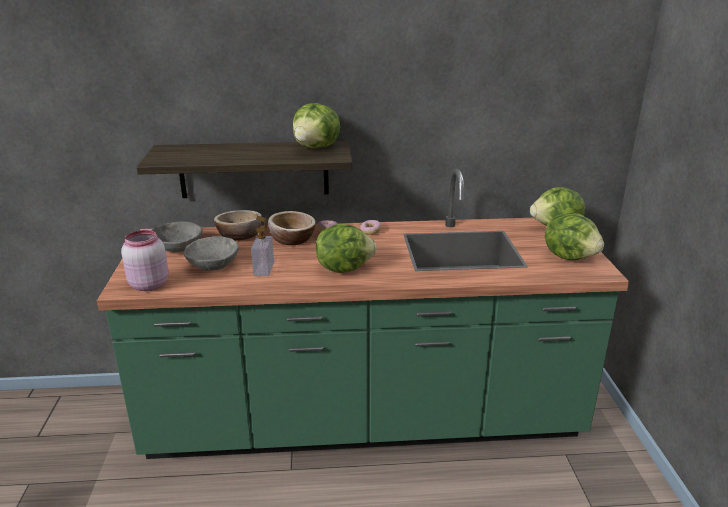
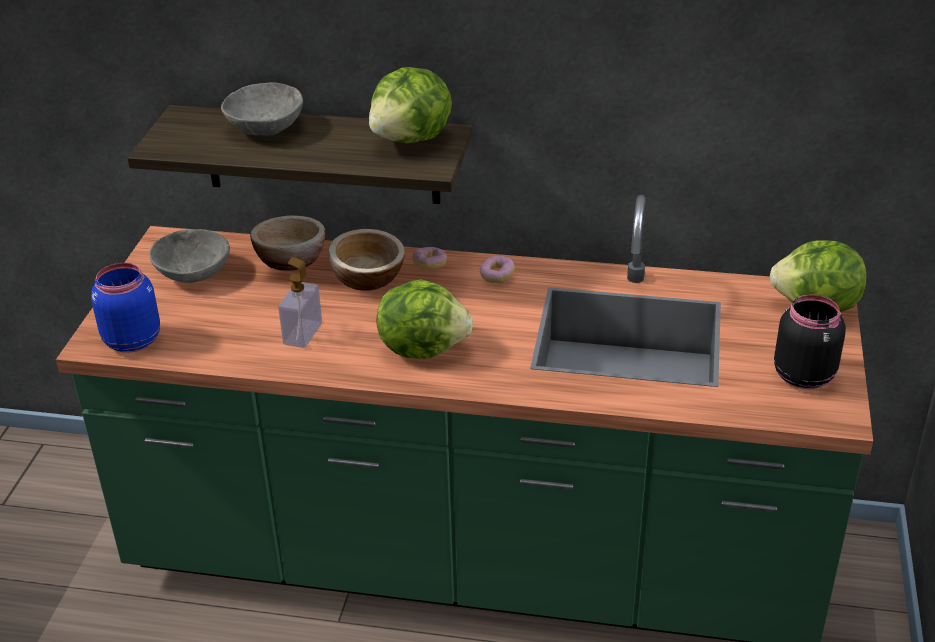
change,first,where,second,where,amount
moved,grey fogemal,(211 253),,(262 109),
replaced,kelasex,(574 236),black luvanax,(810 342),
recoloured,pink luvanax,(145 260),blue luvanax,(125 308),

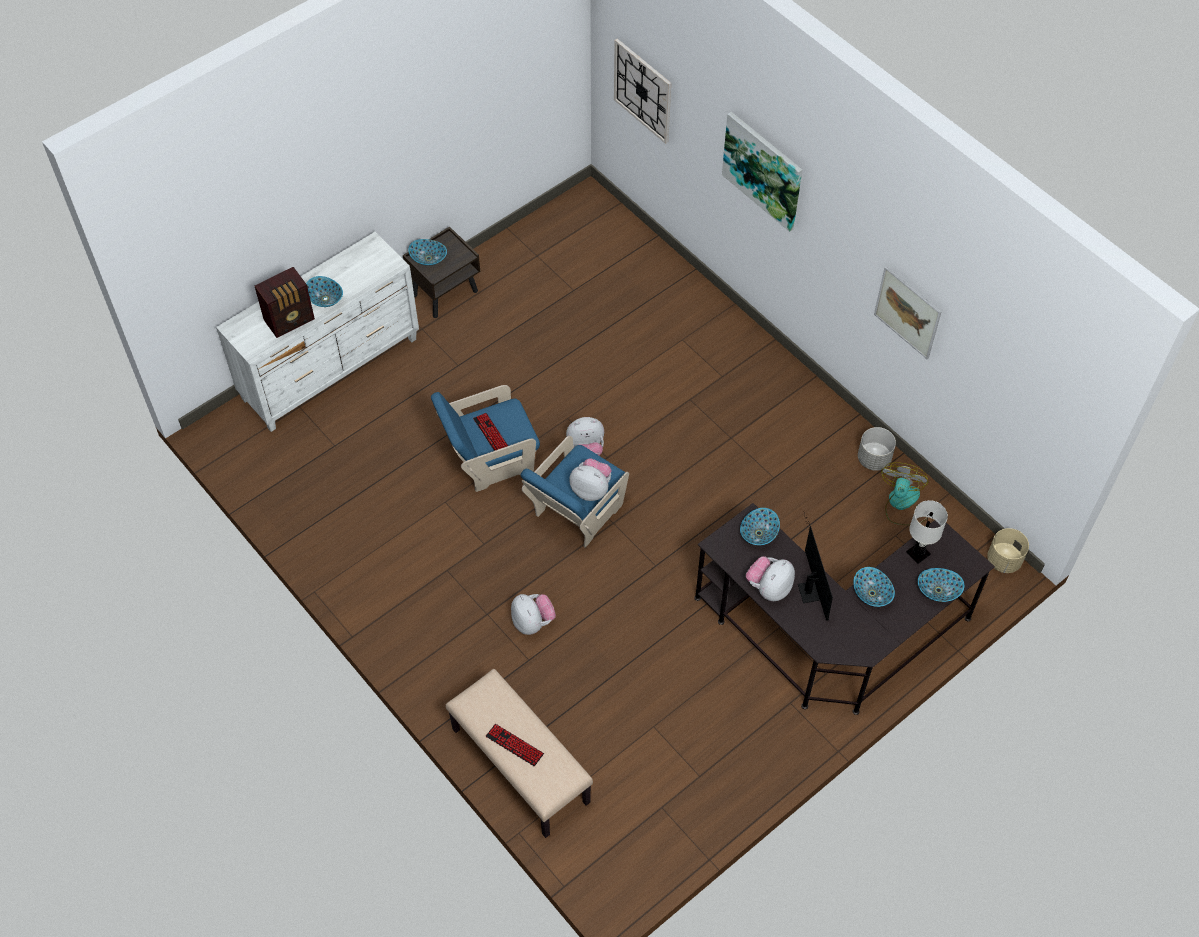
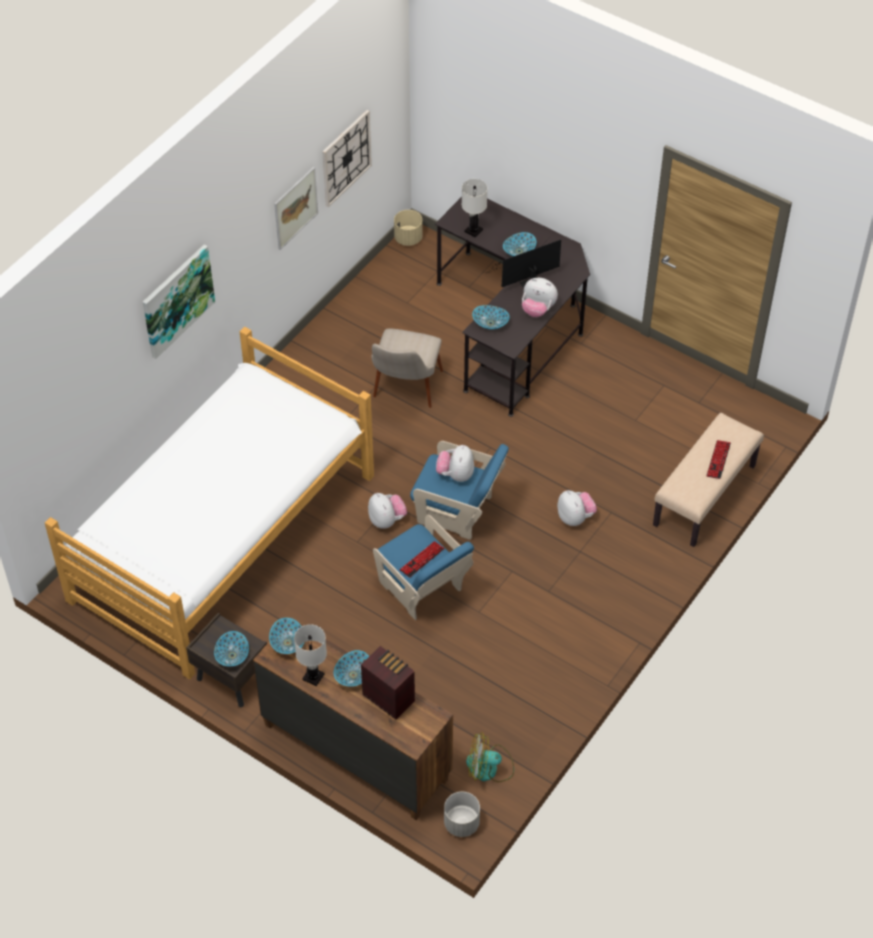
change,first,where,second,where,amount
added,,,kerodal,(209 503),
added,,,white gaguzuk,(310 655),
added,,,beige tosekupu,(407 368),
moved,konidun,(642 91),,(347 159),
moved,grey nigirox,(877 449),,(462 814),
moved,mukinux,(905 493),,(490 757),
moved,fogemal,(941 585),,(286 636),
recoloured,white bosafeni,(317 332),brown bosafeni,(353 718),
turned,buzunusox,(533 614),,(577 508),105 degrees clockwise

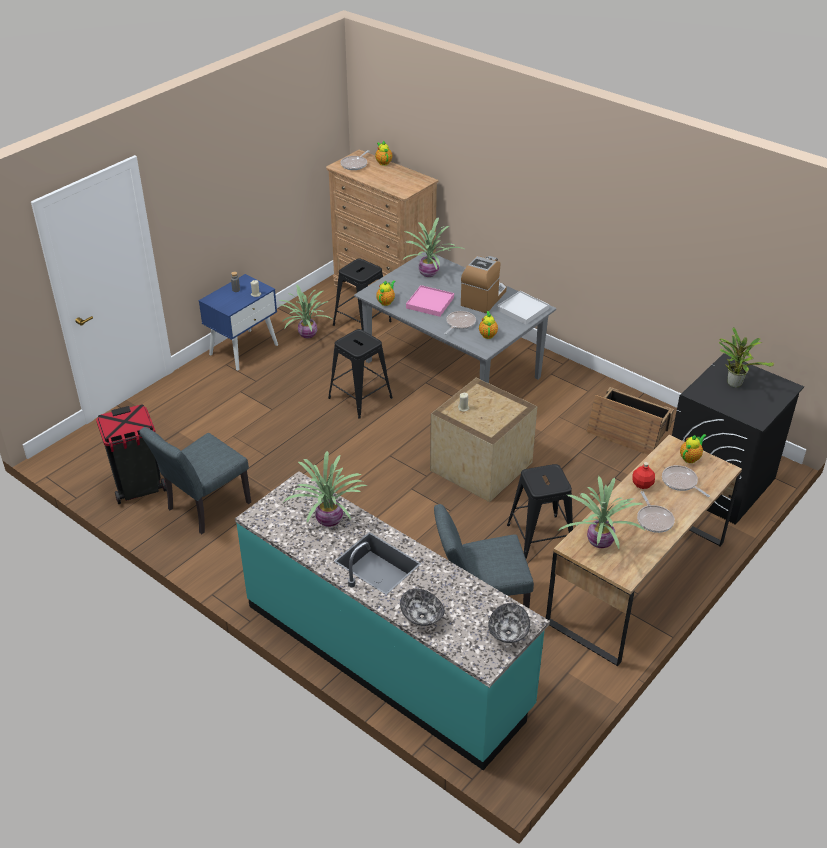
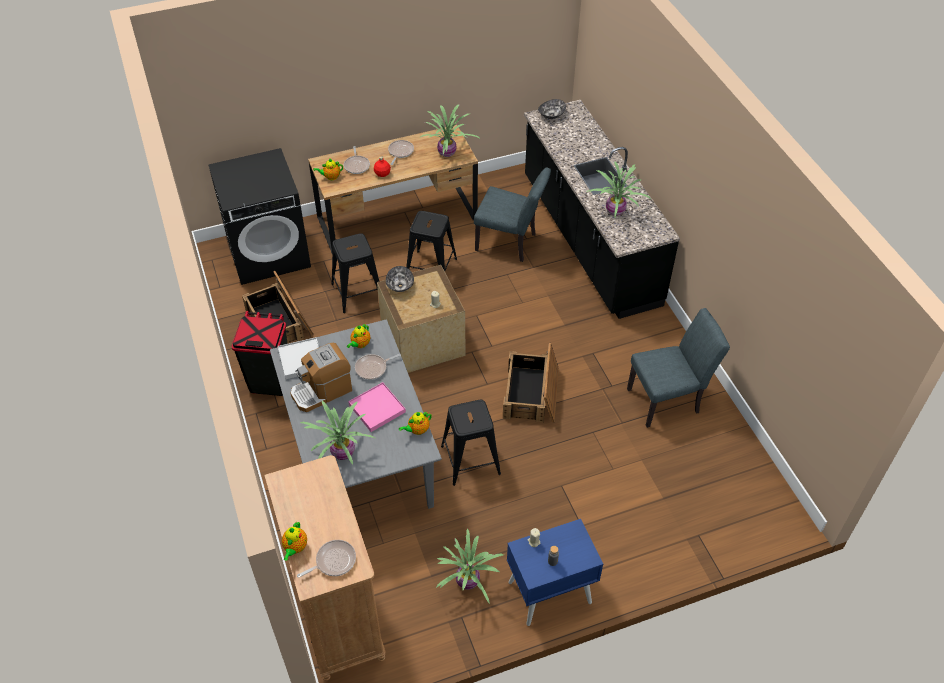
change,first,where,second,where,amount
removed,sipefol,(746 357),,,
added,,,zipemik,(531 383),
moved,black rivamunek,(131 454),,(260 353),
moved,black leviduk,(362 294),,(355 273),
moved,fogemal,(422 607),,(400 279),
recoloured,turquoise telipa,(392 620),black telipa,(602 209),

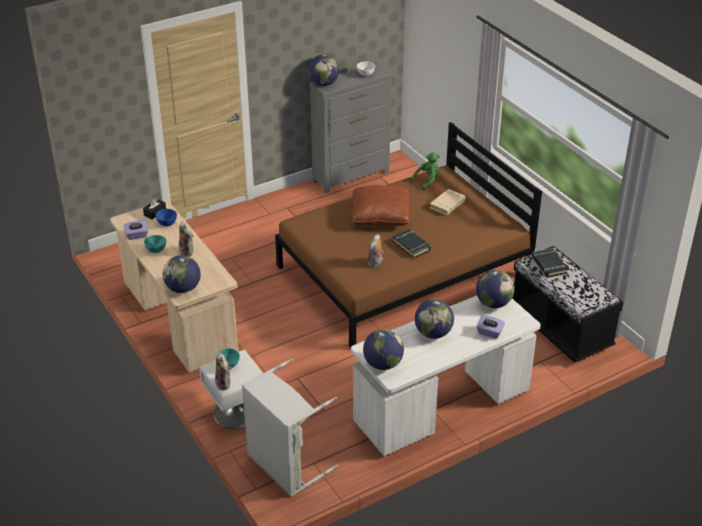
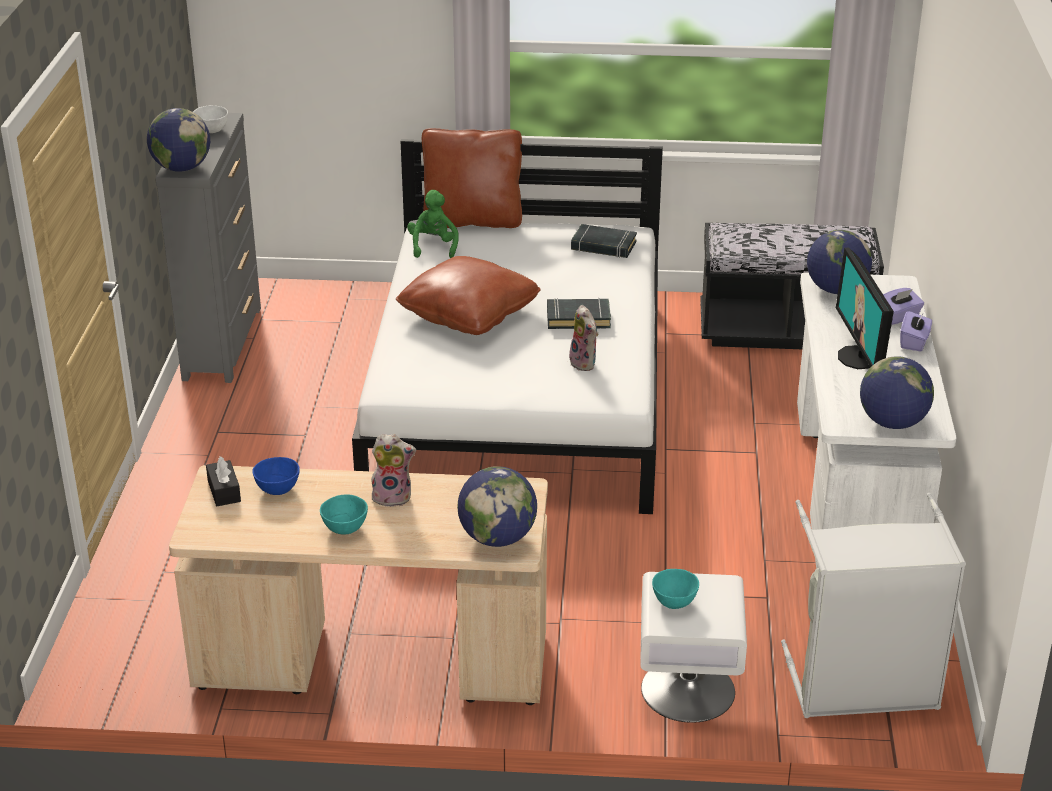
change,first,where,second,where,amount
removed,buzunusox,(223 371),,,
removed,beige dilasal,(447 202),,,
added,,,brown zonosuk,(472 178),
moved,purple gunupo,(136 230),,(916 331),
moved,black dilasal,(550 263),,(604 241),
replaced,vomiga,(434 319),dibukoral,(865 308),
recoloured,brown kerodal,(408 235),white kerodal,(507 326),

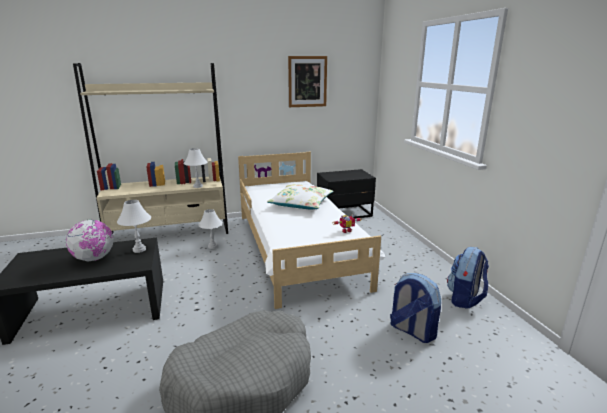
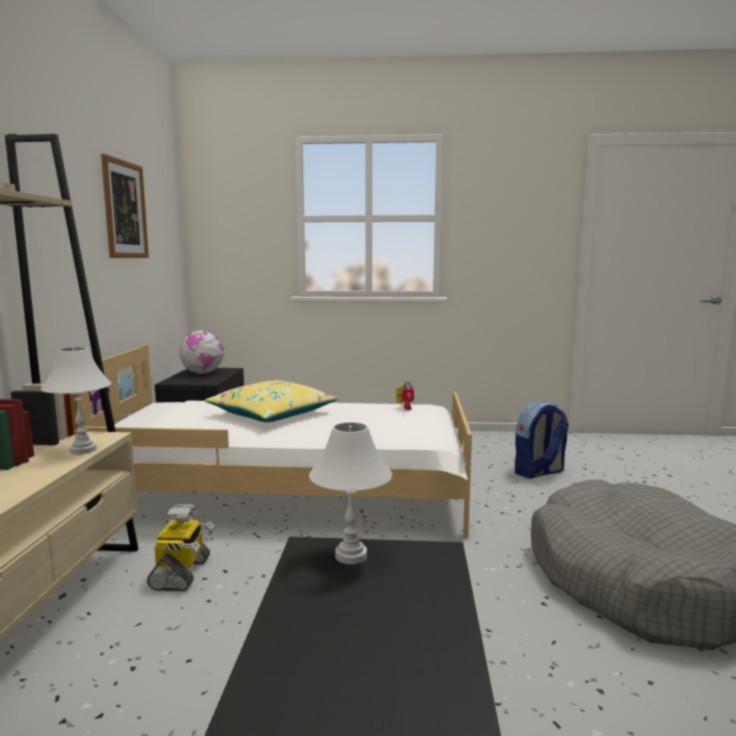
change,first,where,second,where,amount
removed,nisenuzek,(468 278),,,
moved,vomiga,(90 240),,(201 352),
replaced,white gaguzuk,(210 229),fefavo,(180 547),
recoloured,white zonosuk,(300 197),yellow zonosuk,(271 401),

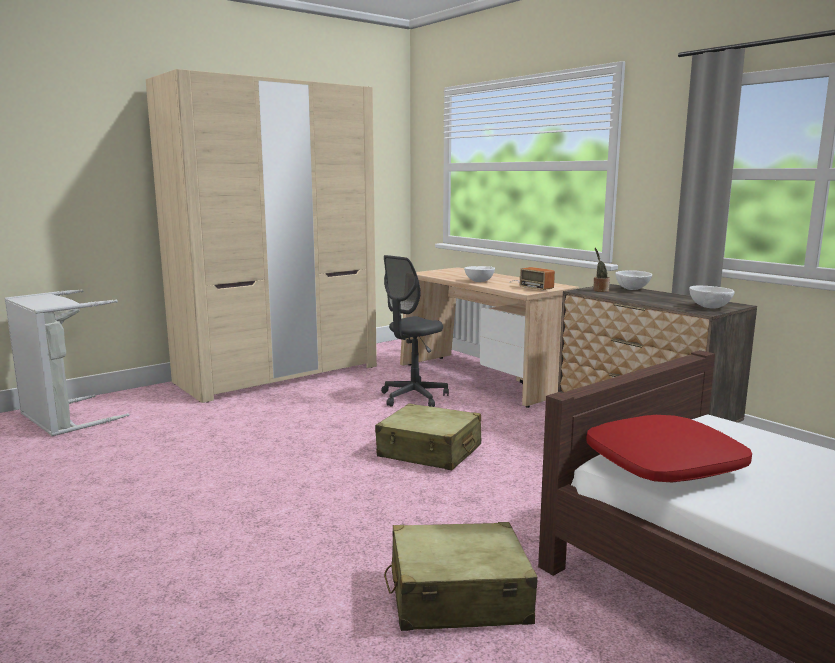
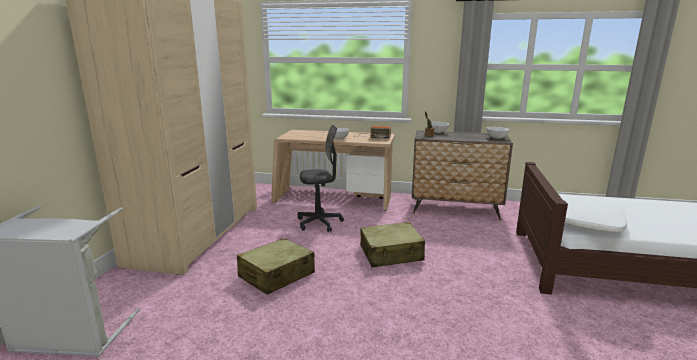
change,first,where,second,where,amount
moved,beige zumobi,(461 576),,(276 266),
recoloured,red zonosuk,(669 448),white zonosuk,(595 215),
turned,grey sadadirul,(415 331),,(321 178),105 degrees counterclockwise

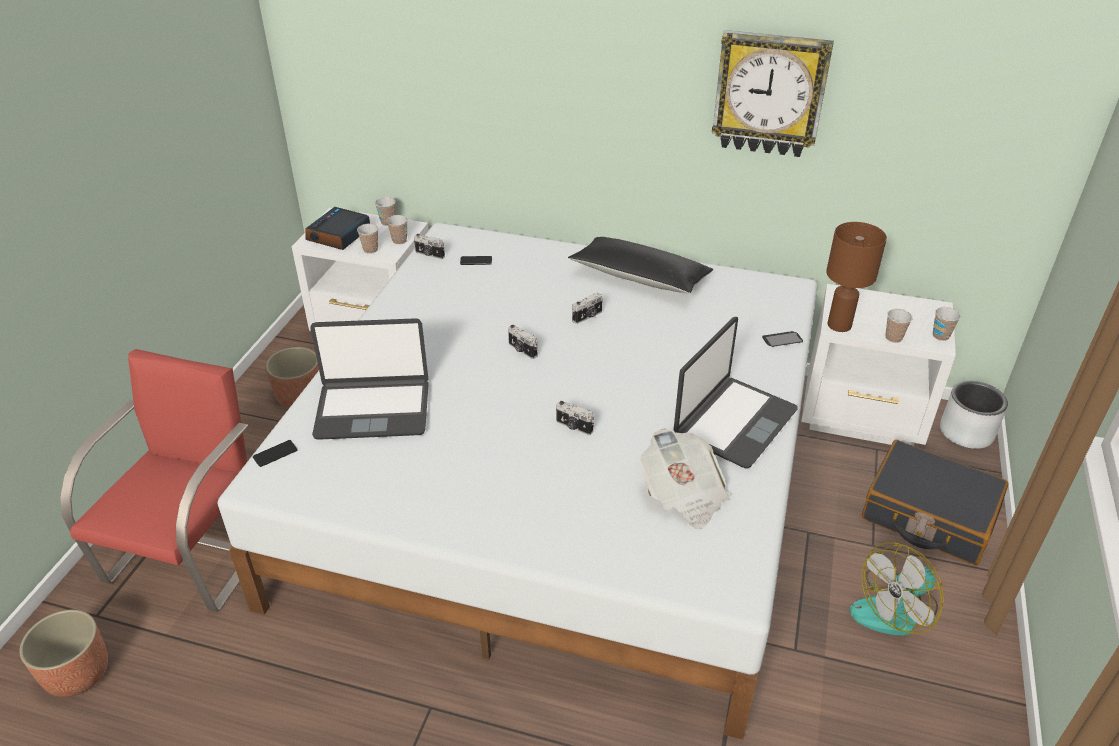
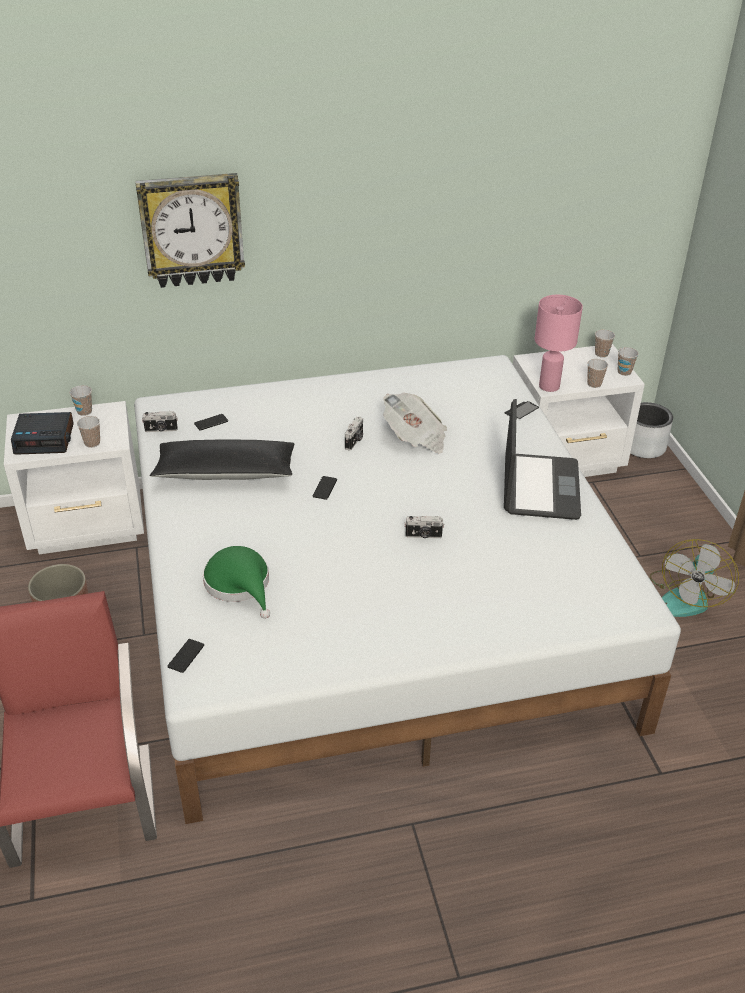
change,first,where,second,where,amount
removed,nigirox,(63 653),,,
removed,black zumobi,(935 502),,,
moved,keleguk,(397 229),,(605 344),
moved,black zonosuk,(640 265),,(222 460),
moved,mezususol,(685 478),,(415 423),
moved,konidun,(773 93),,(190 230),
replaced,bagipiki,(369 379),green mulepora,(236 582),
replaced,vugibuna,(522 342),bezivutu,(324 488),
recoloured,brown gaguzuk,(856 277),pink gaguzuk,(559 343),
turned,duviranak,(337 228),,(42 433),90 degrees counterclockwise

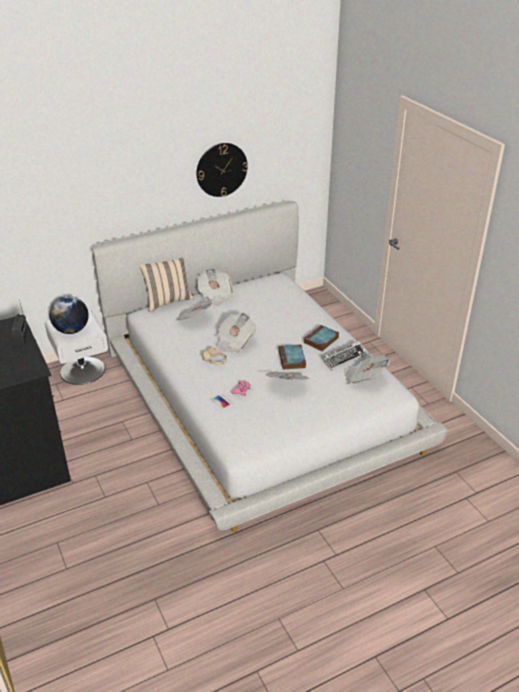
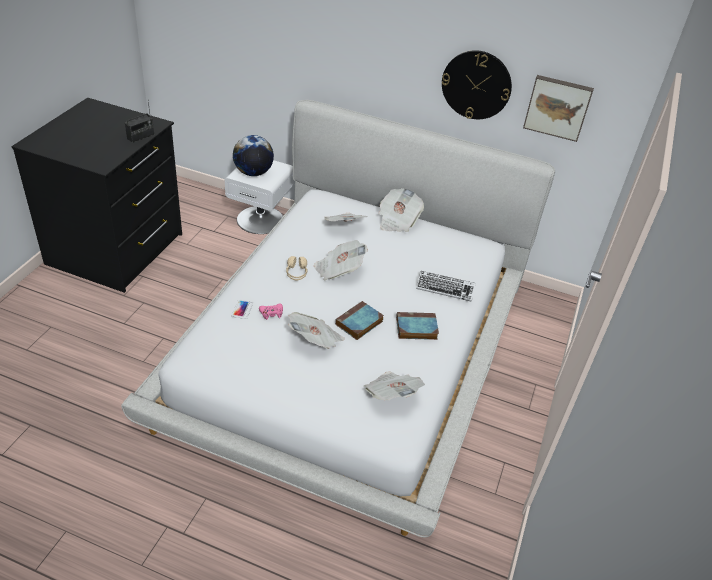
change,first,where,second,where,amount
removed,beige zonosuk,(166 284),,,
added,,,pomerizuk,(558 108),
moved,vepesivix,(345 356),,(446 286),

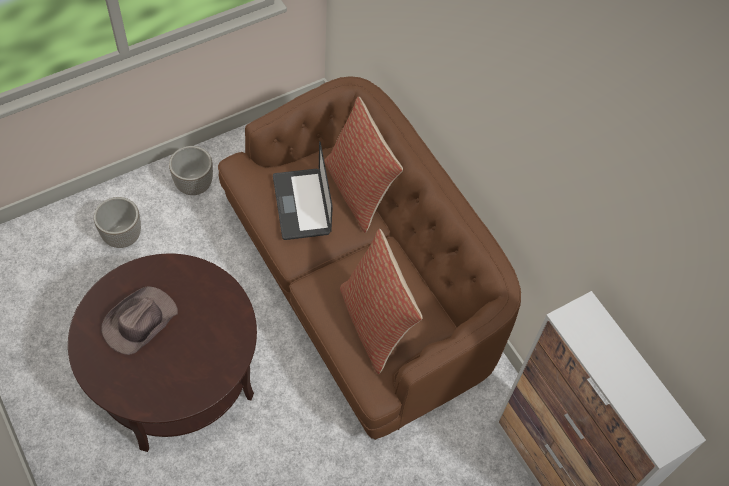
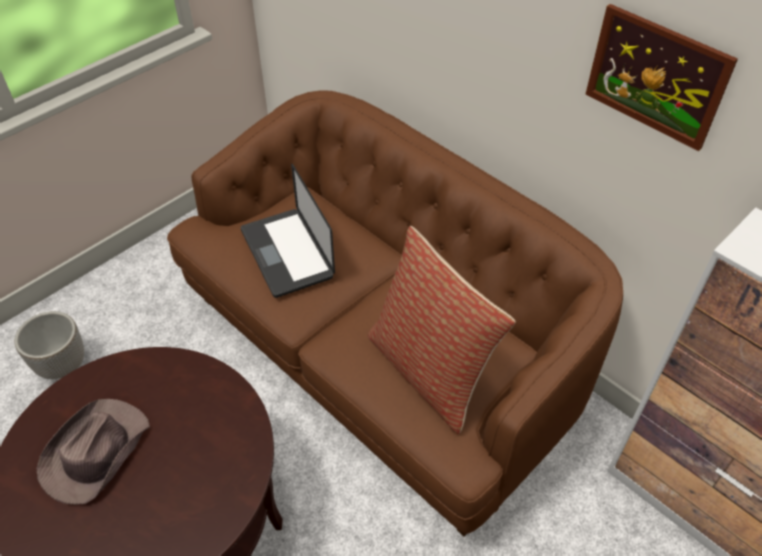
change,first,where,second,where,amount
removed,nigirox,(191 170),,,
removed,zonosuk,(363 165),,,
added,,,pomerizuk,(662 77),

